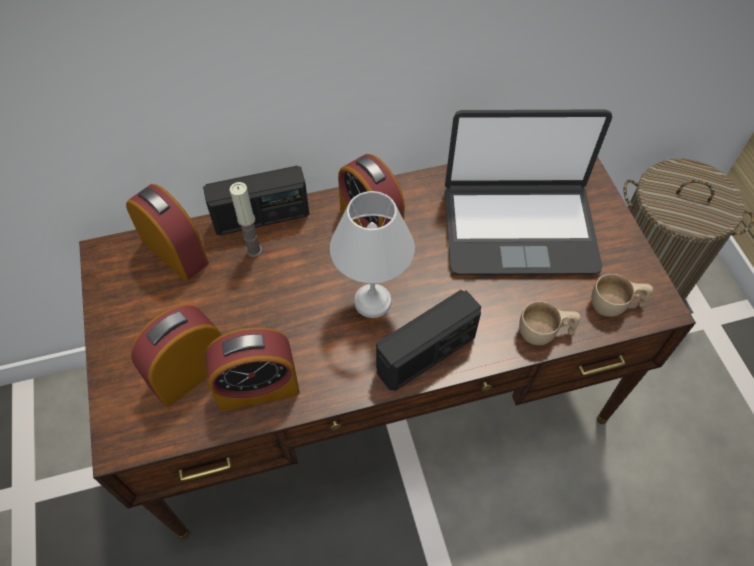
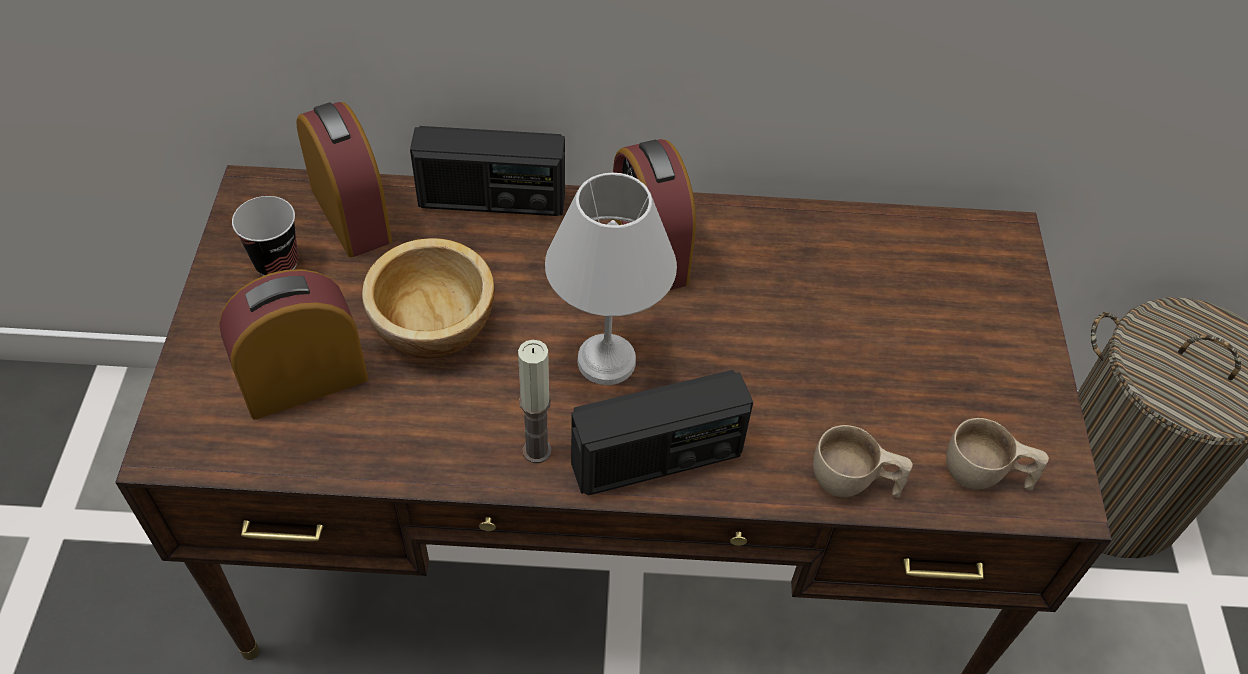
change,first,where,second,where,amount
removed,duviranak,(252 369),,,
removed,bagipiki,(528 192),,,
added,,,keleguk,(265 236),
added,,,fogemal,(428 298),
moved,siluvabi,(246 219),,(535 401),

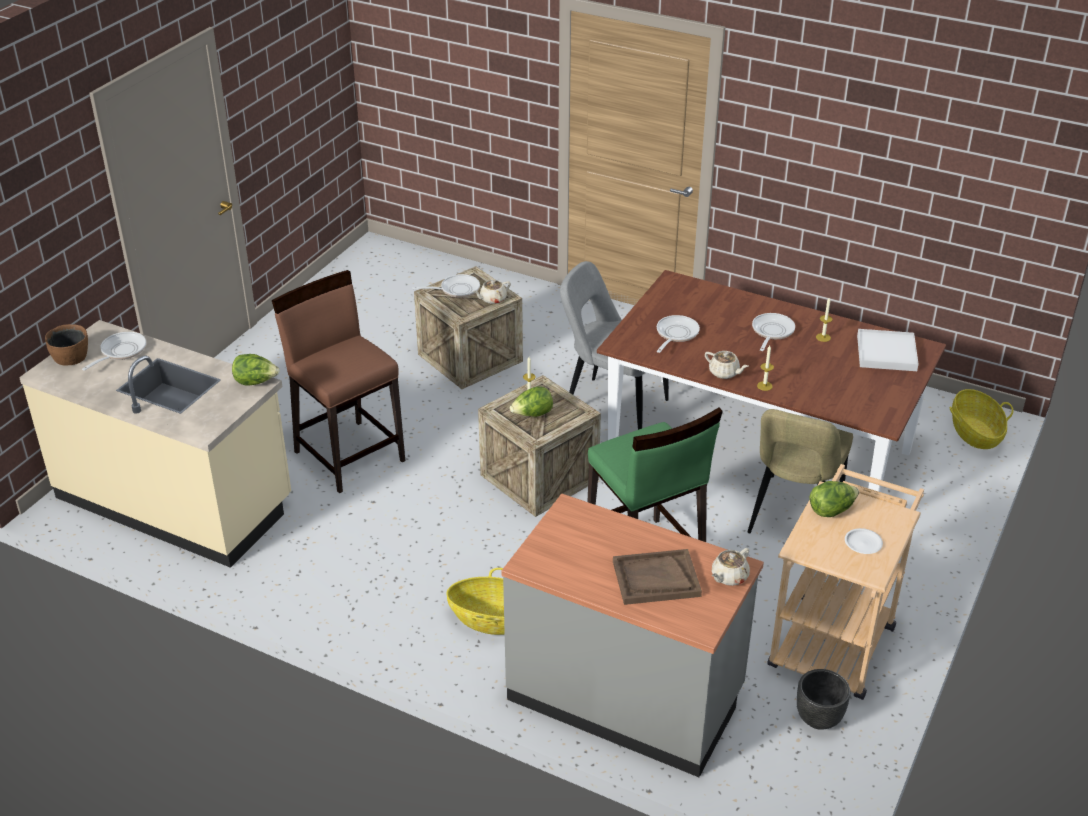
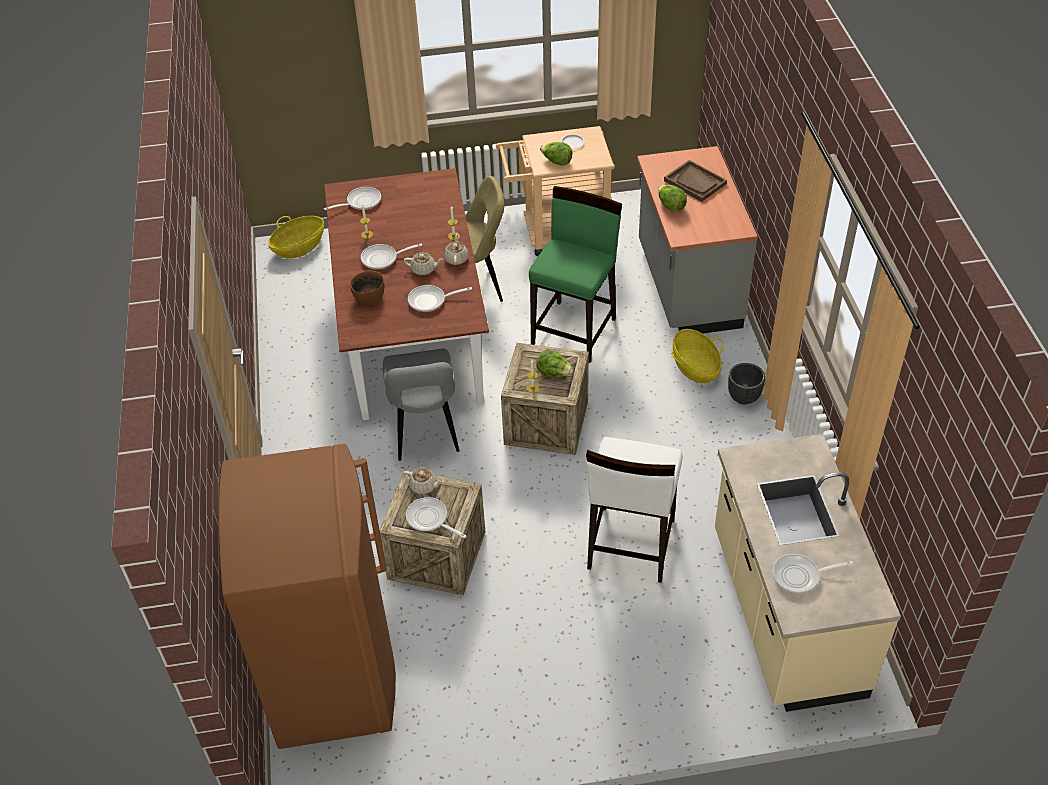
change,first,where,second,where,amount
added,,,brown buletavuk,(307 596),
moved,brown fogemal,(66 345),,(366 288),
moved,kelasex,(256 370),,(672 198),
moved,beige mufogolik,(731 567),,(423 263),
moved,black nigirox,(823 699),,(746 384),
replaced,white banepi,(888 350),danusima,(352 198),
recoloured,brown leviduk,(338 382),white leviduk,(634 510),

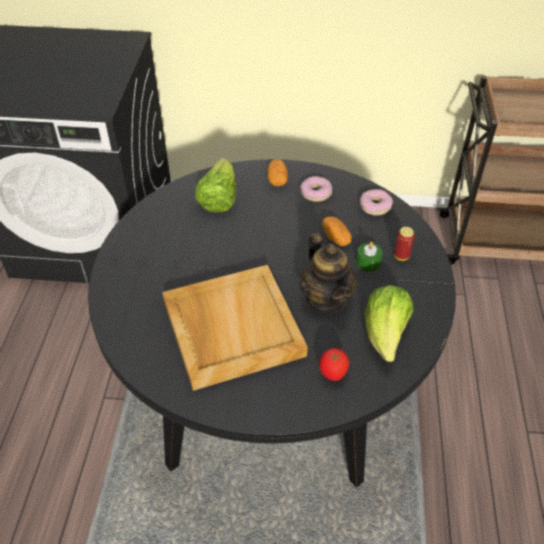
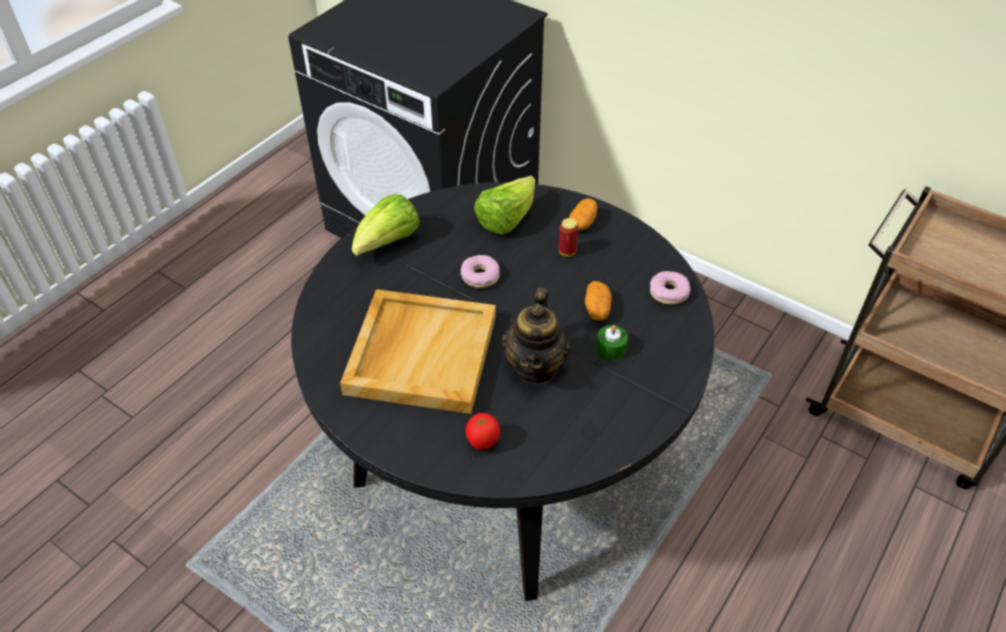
change,first,where,second,where,amount
moved,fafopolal,(316 189),,(480 271),
moved,kelasex,(389 323),,(386 225),
moved,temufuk,(404 244),,(568 237),

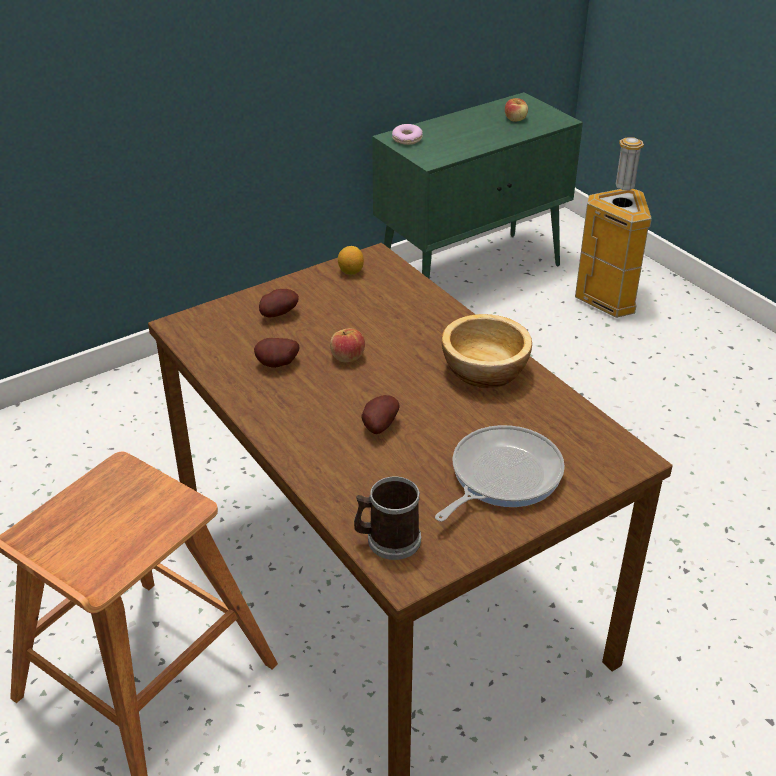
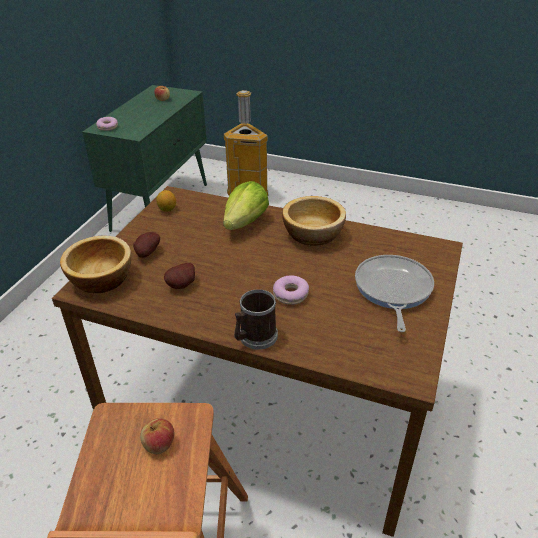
change,first,where,second,where,amount
added,,,fogemal,(96 264),
added,,,kelasex,(246 205),
moved,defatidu,(347 345),,(157 436),
moved,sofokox,(387 518),,(256 319),
replaced,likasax,(380 414),fafopolal,(291 290),

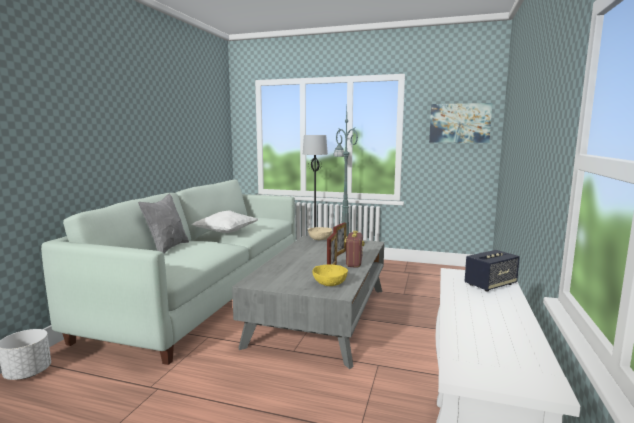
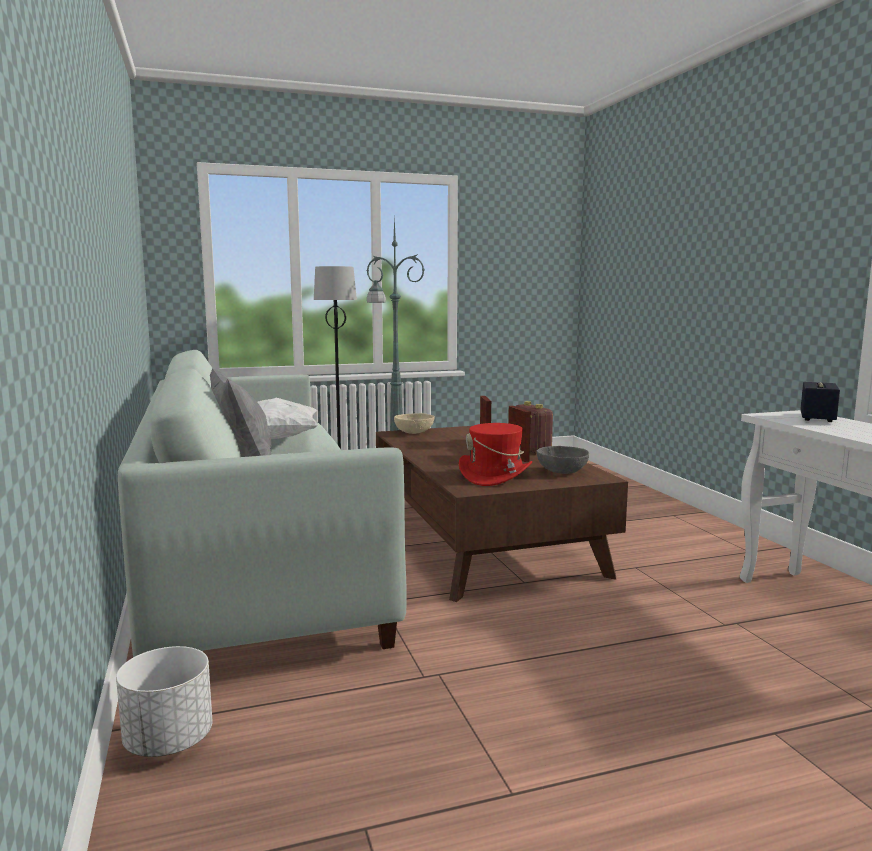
change,first,where,second,where,amount
removed,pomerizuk,(460 123),,,
added,,,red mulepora,(495 454),
recoloured,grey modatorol,(308 302),brown modatorol,(502 514),
recoloured,yellow fogemal,(330 275),grey fogemal,(563 460),

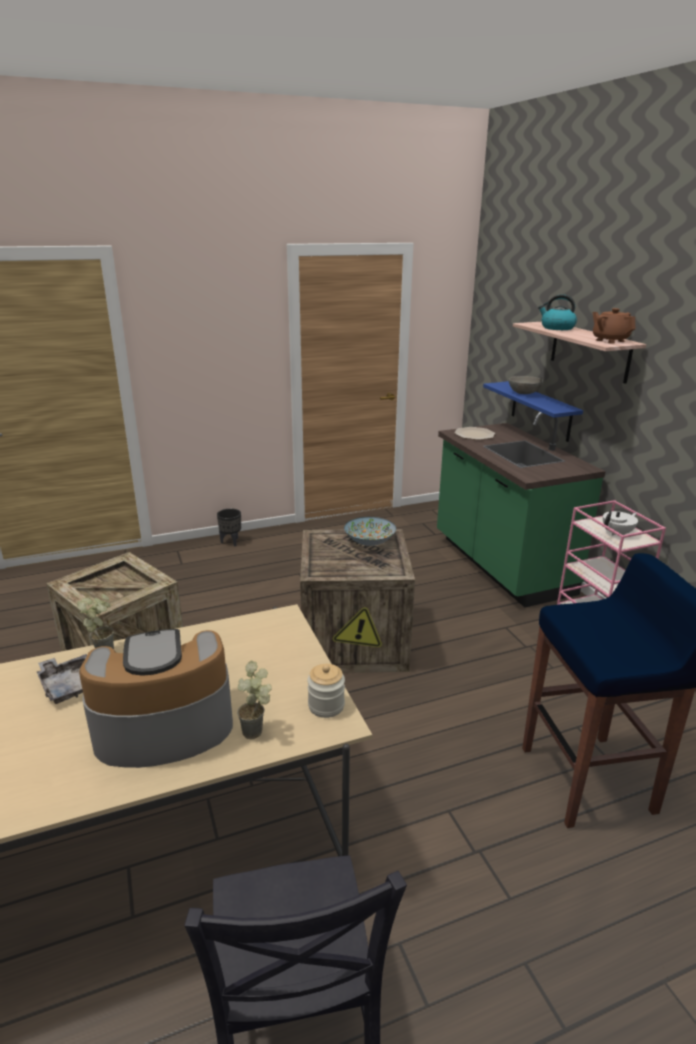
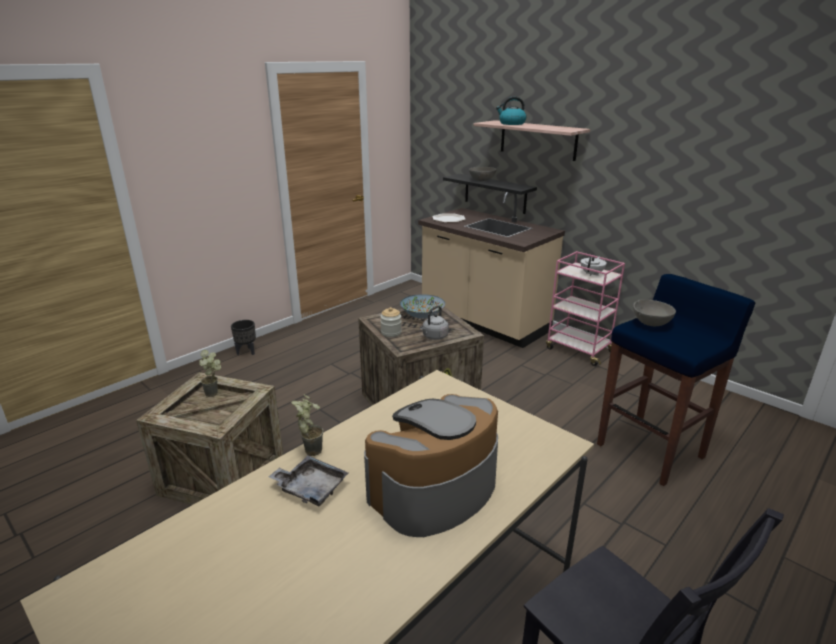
change,first,where,second,where,amount
removed,brown mufogolik,(614 326),,,
added,,,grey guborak,(434 322),
added,,,grey fogemal,(654 312),
moved,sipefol,(254 700),,(210 373),
moved,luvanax,(326 691),,(391 322),
recoloured,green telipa,(521 510),beige telipa,(491 270),
recoloured,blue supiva,(533 411),black supiva,(490 194),

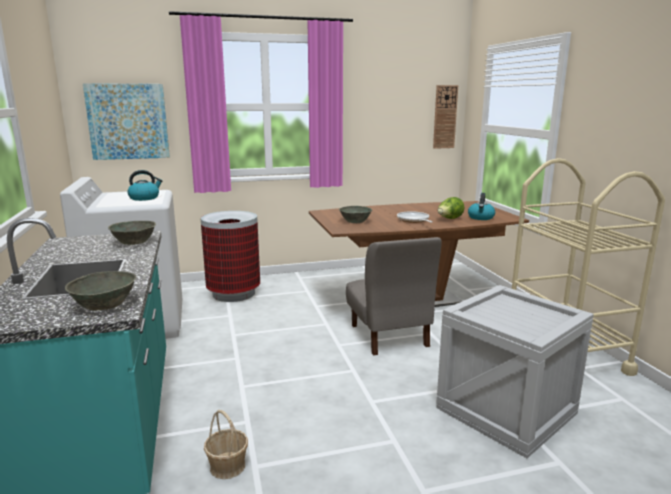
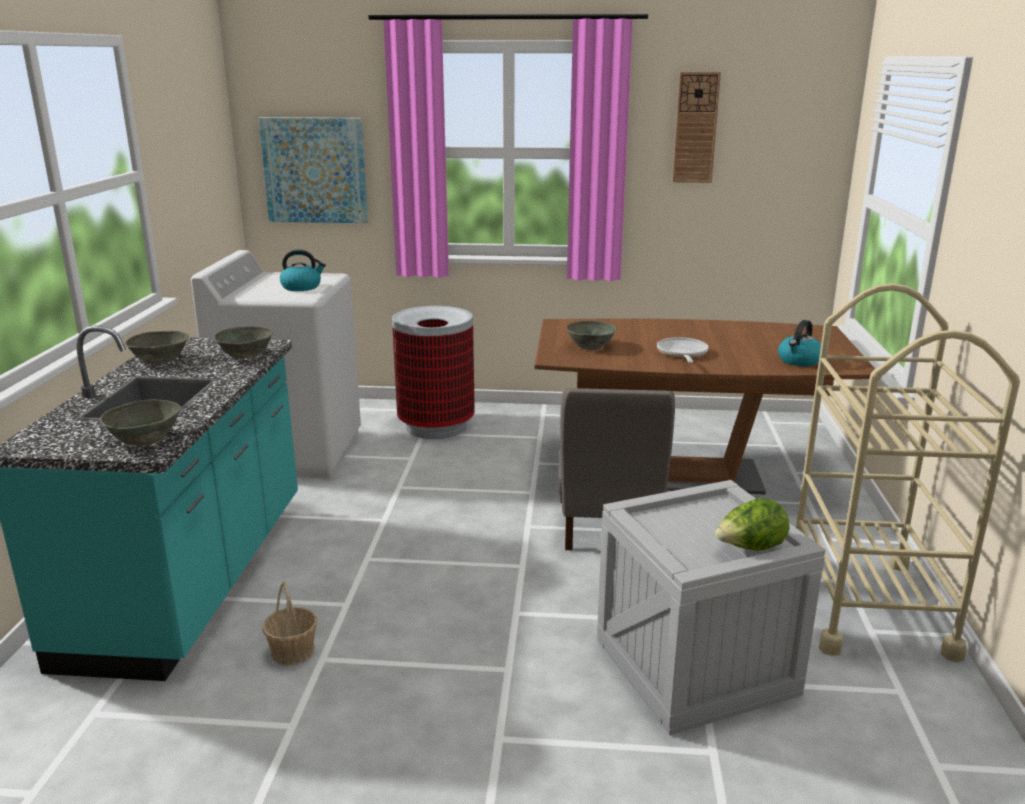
change,first,where,second,where,amount
added,,,grey fogemal,(157 347),
moved,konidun,(445 117),,(697 127),
moved,kelasex,(451 208),,(752 524),

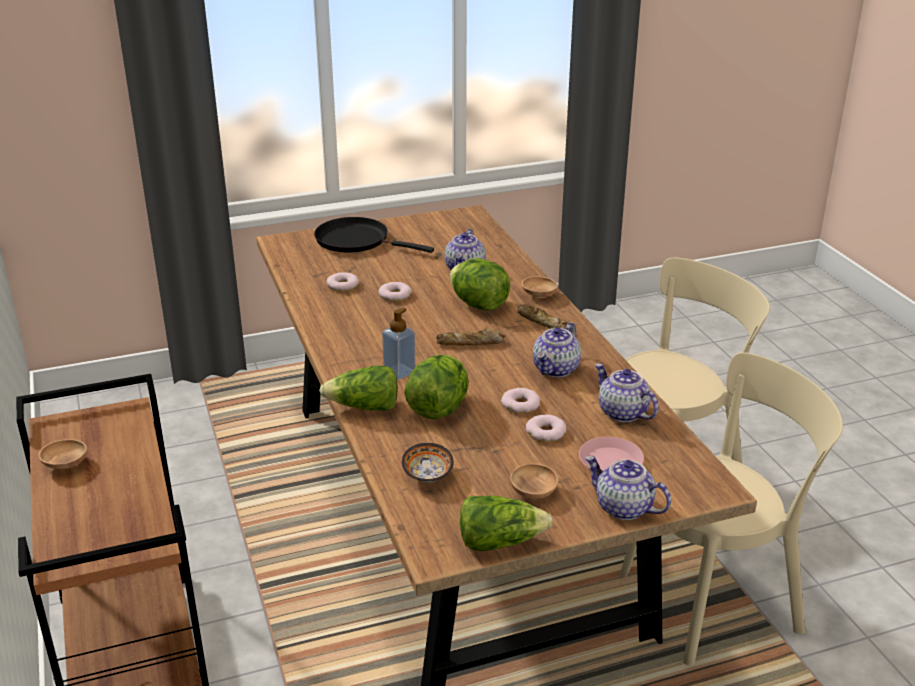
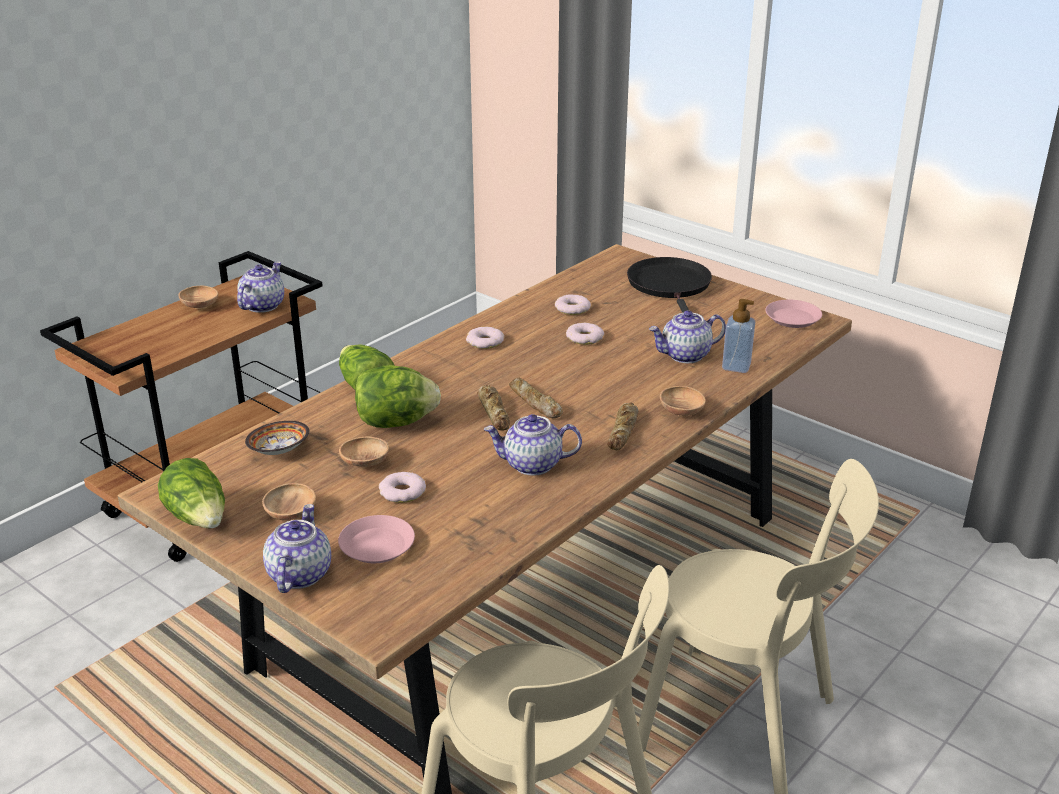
change,first,where,second,where,amount
removed,kelasex,(480 284),,,
added,,,brown fogemal,(364 451),
added,,,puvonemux,(493 408),
added,,,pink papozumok,(794 314),
moved,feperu,(398 344),,(738 336),
moved,fafopolal,(520 400),,(485 338),
moved,mufogolik,(627 393),,(260 287),

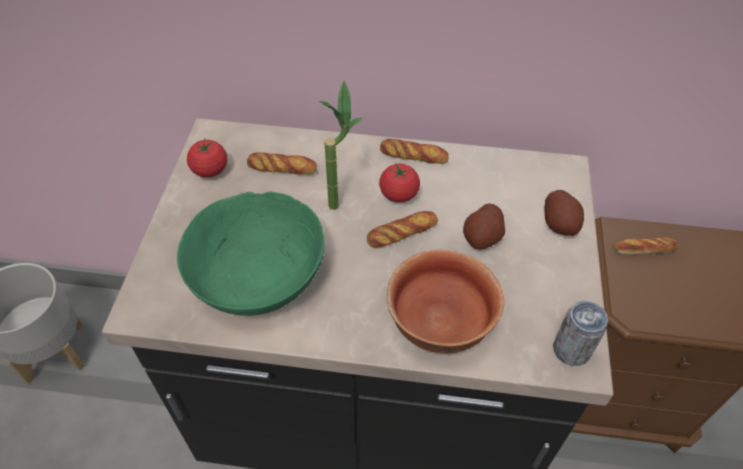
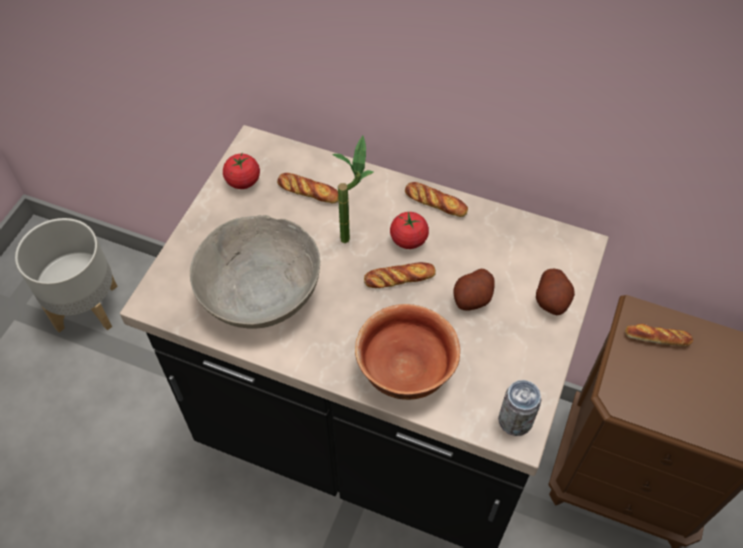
change,first,where,second,where,amount
recoloured,green fogemal,(250 253),grey fogemal,(255 272),

